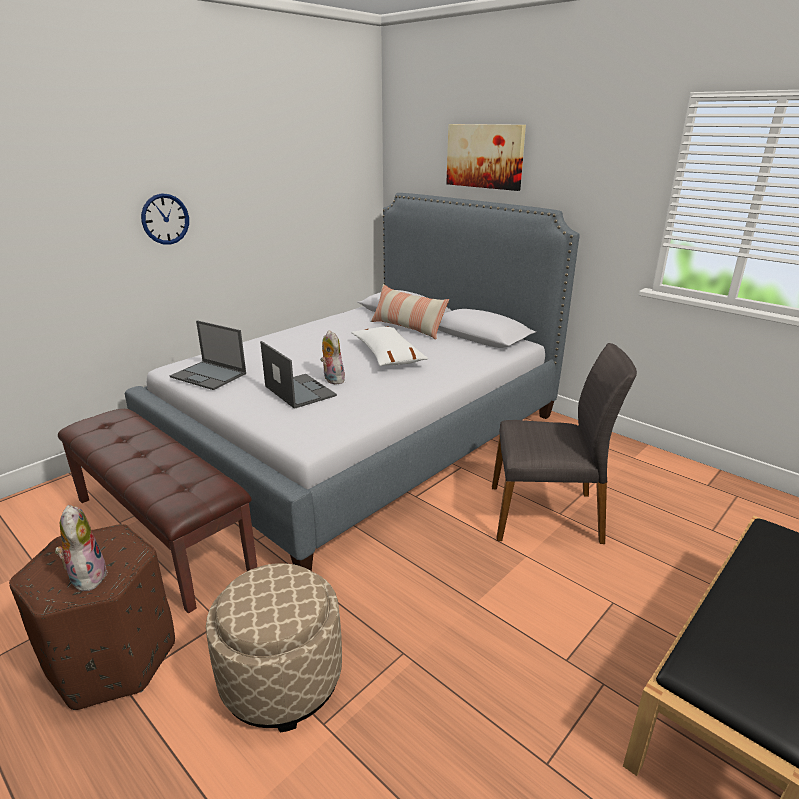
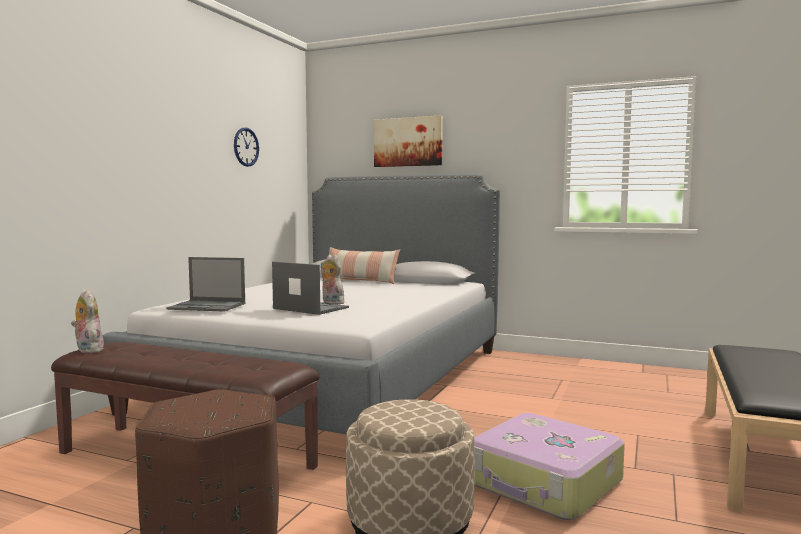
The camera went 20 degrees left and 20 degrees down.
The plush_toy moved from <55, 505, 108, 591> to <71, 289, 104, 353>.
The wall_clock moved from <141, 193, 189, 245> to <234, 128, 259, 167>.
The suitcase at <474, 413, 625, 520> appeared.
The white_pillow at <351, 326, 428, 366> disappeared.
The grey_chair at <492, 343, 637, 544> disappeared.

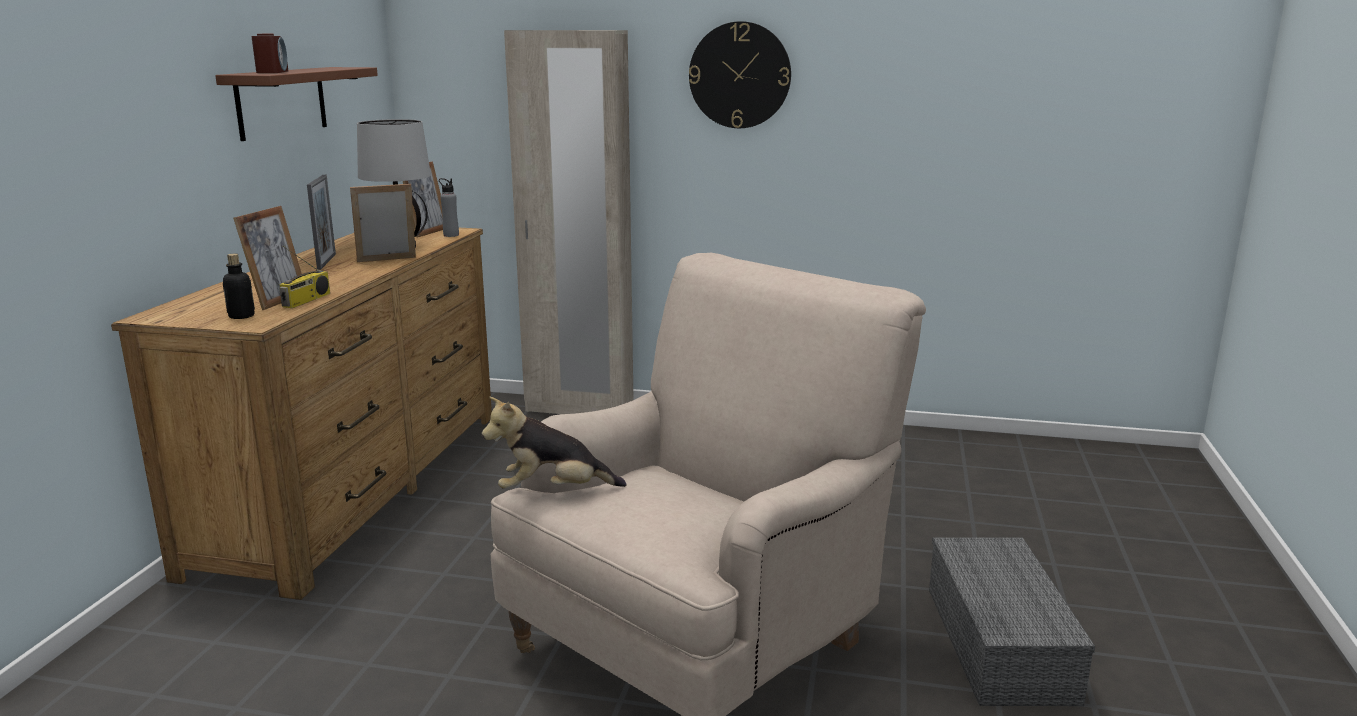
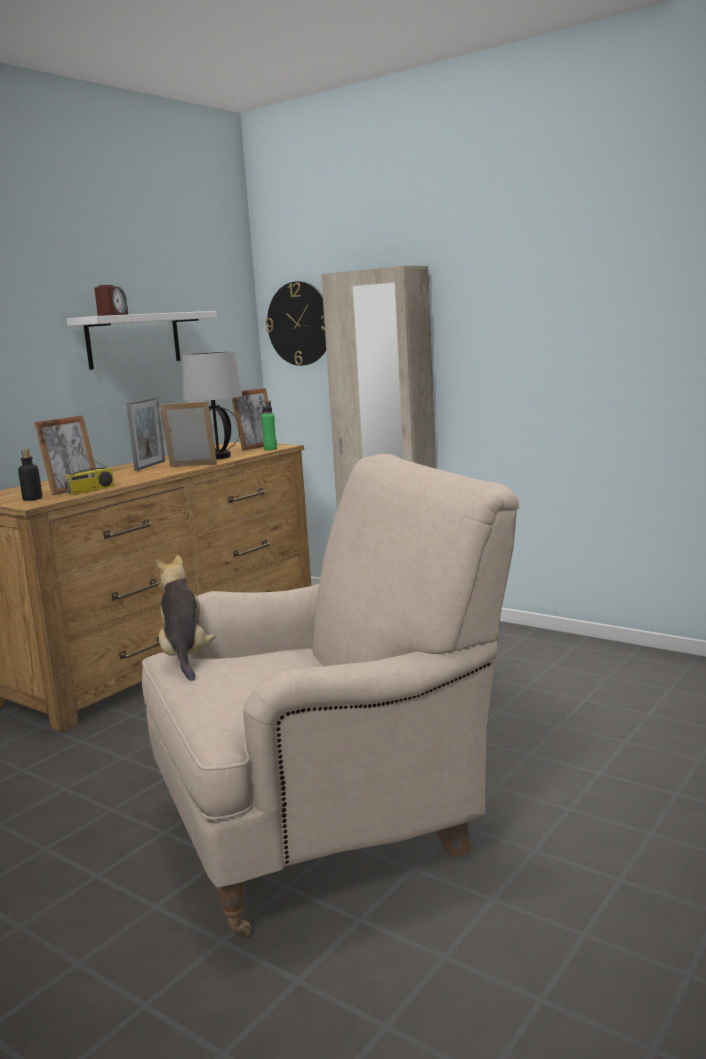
The camera went 25 degrees right and 5 degrees down.
The brown_shelf at <215, 67, 378, 141> became the white_shelf at <67, 311, 217, 370>.
The plush_toy at <482, 396, 627, 489> turned 60 degrees clockwise.
The grey_bottle at <439, 178, 459, 237> became the green_bottle at <260, 401, 277, 451>.
The wall_clock moved from <689, 21, 791, 128> to <266, 281, 326, 366>.
The grey_storage_box at <929, 537, 1095, 706> disappeared.

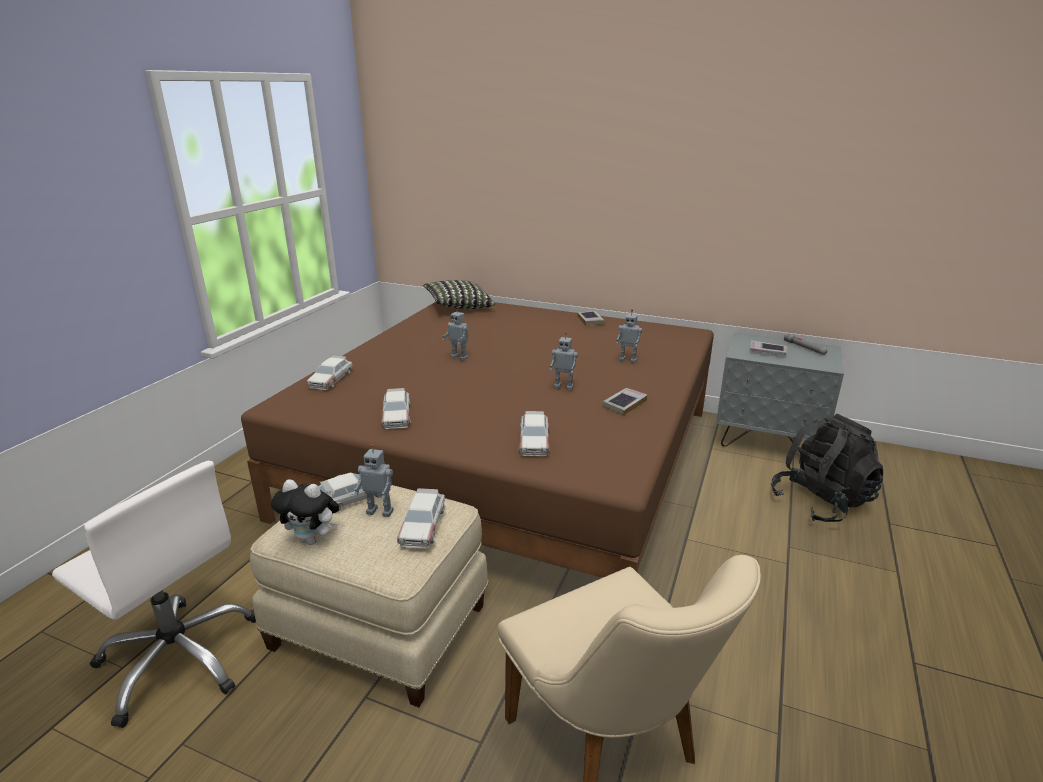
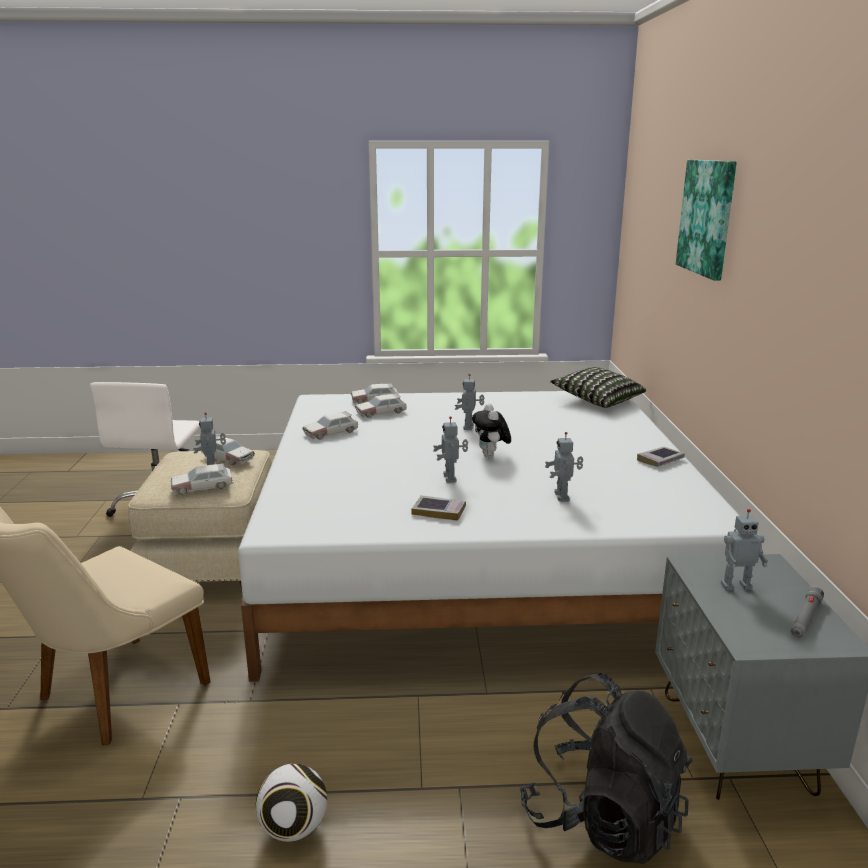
The camera went 65 degrees right and 5 degrees down.
The brown_bed at <241, 302, 714, 578> became the white_bed at <238, 391, 758, 682>.
The football at <256, 764, 327, 842> appeared.
The toy_car moved from <518, 411, 550, 456> to <355, 393, 407, 418>.
The plush_toy moved from <271, 479, 339, 545> to <472, 404, 511, 457>.
The picture at <676, 160, 737, 280> appeared.
The book at <750, 340, 787, 356> was replaced by the toy_robot at <721, 509, 768, 591>.

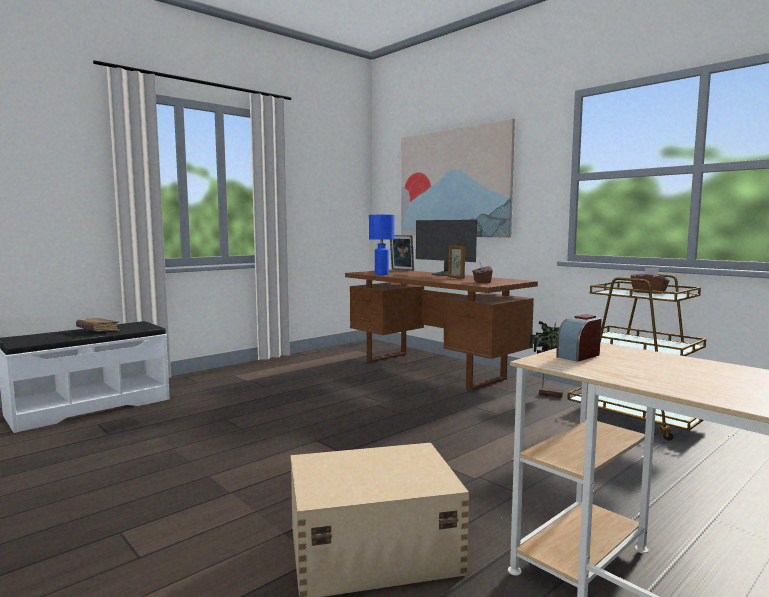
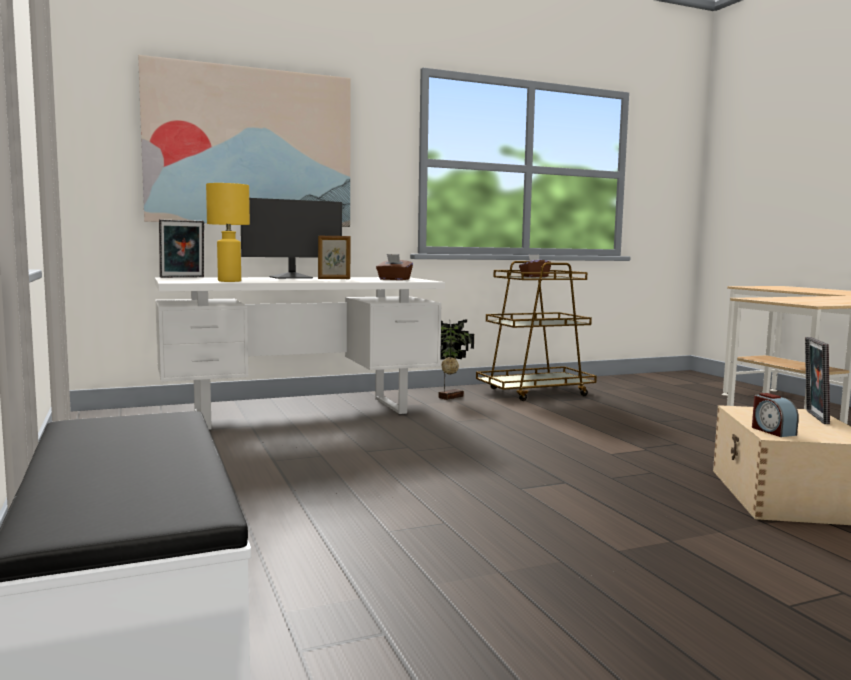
The camera went 70 degrees left and 0 degrees up.
The brown_desk at <345, 269, 538, 391> became the white_desk at <155, 277, 445, 430>.
The blue_table_lamp at <369, 215, 395, 275> became the yellow_table_lamp at <206, 183, 250, 282>.
The alarm_clock moved from <556, 314, 602, 362> to <752, 393, 799, 437>.
The picture_frame at <805, 337, 830, 424> appeared.
The brown_book at <76, 318, 120, 331> disappeared.

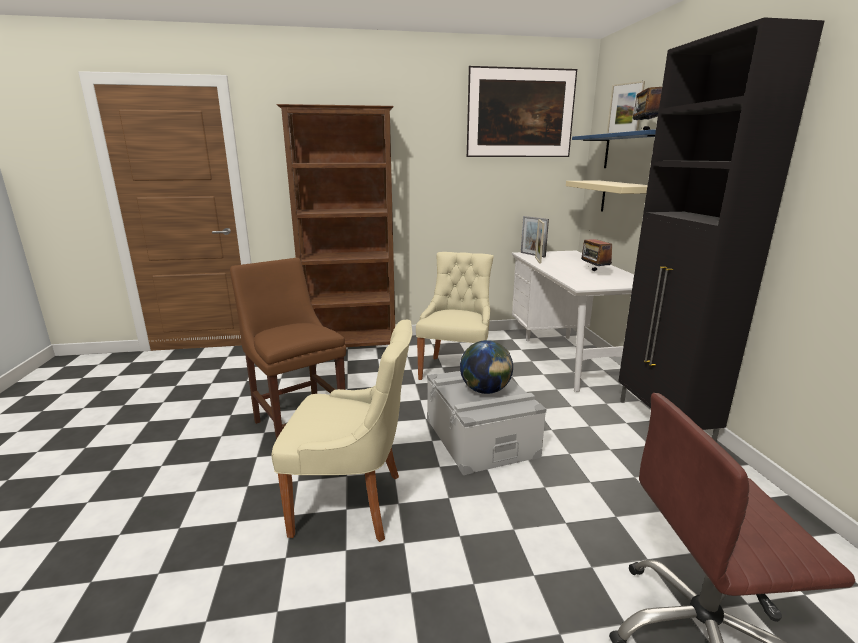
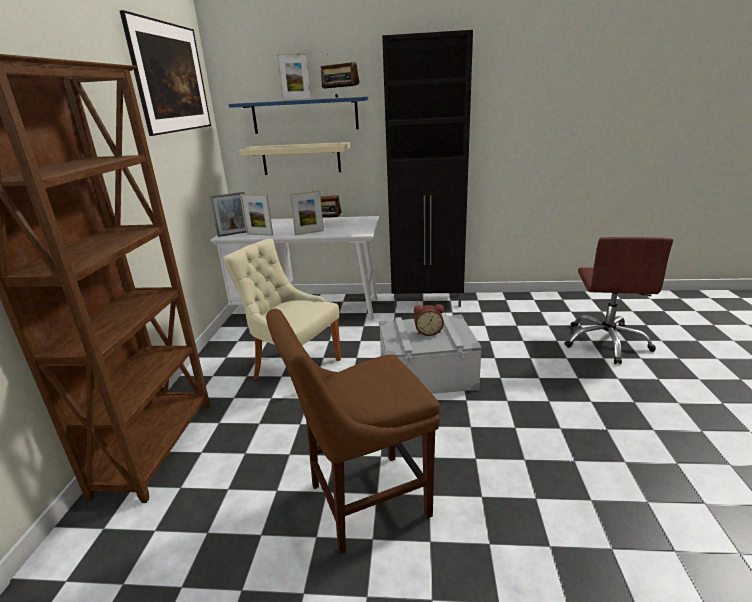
The camera went 75 degrees left and 5 degrees up.
The picture_frame at <290, 190, 324, 235> appeared.
The globe at <460, 340, 513, 394> was replaced by the alarm_clock at <414, 304, 444, 336>.
The beige_chair at <272, 320, 412, 542> disappeared.

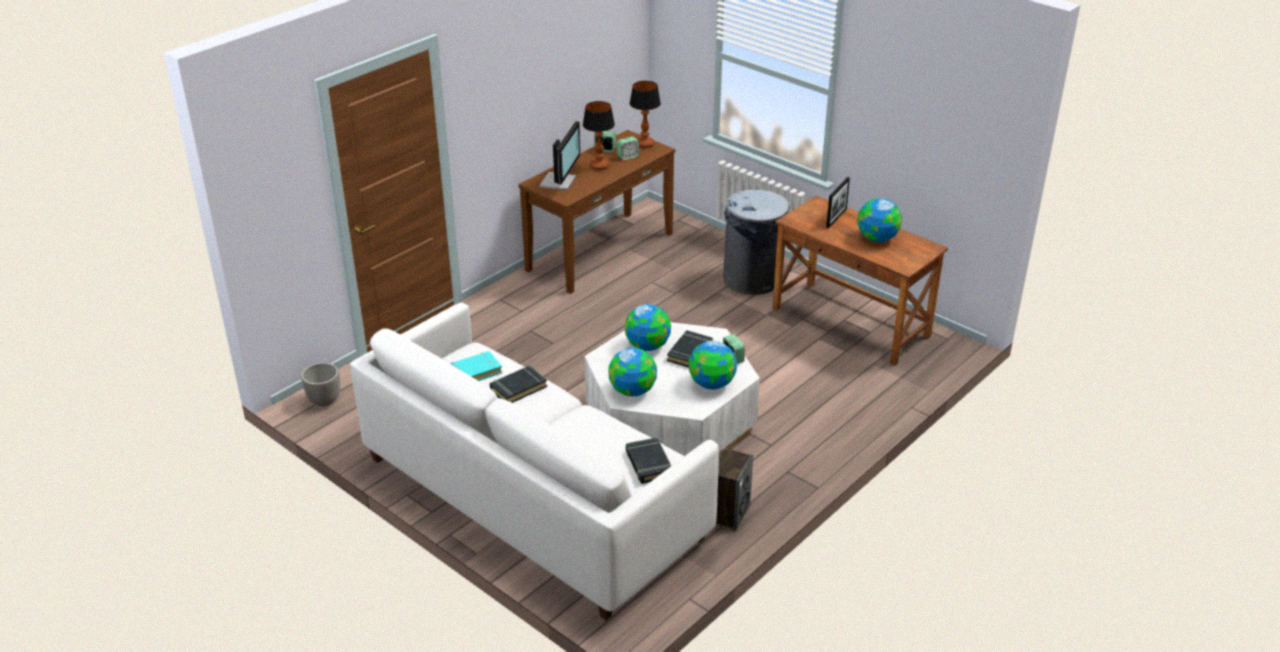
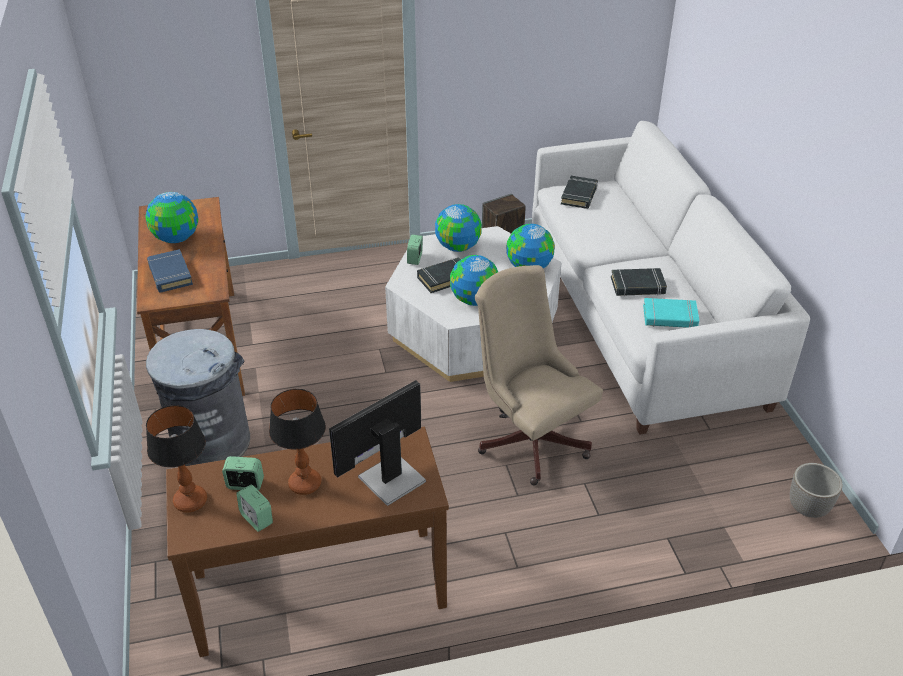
The camera went 145 degrees left and 5 degrees up.
The picture_frame at <826, 177, 850, 228> was replaced by the blue_book at <147, 249, 193, 293>.
The beige_office_chair at <475, 265, 603, 485> appeared.

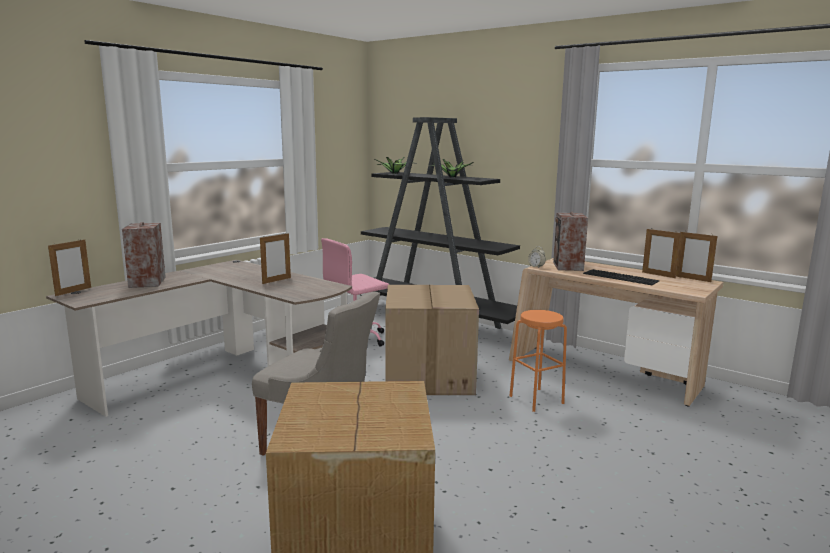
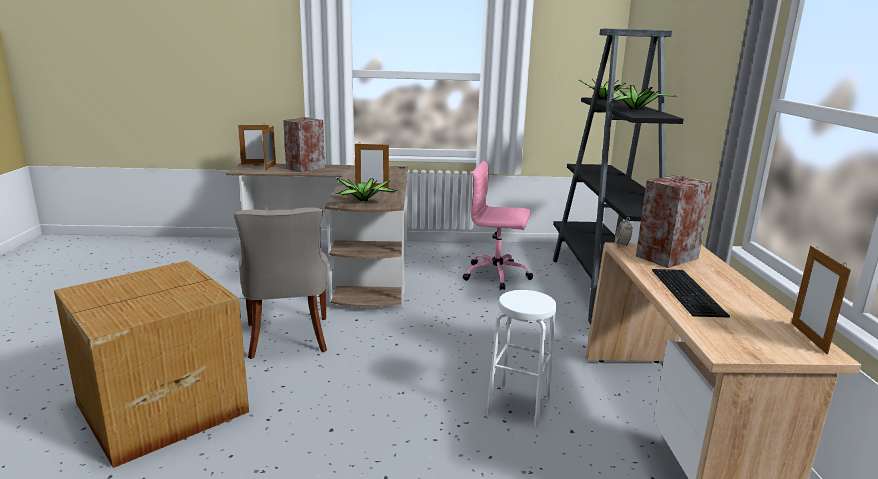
The camera went 50 degrees right and 5 degrees up.
The picture_frame moved from <642, 229, 681, 278> to <262, 126, 276, 171>.
The potted_plant at <336, 178, 397, 202> appeared.
The orange_stool at <509, 310, 567, 412> became the white_stool at <486, 290, 556, 428>.
The cardboard_box at <385, 285, 479, 395> disappeared.

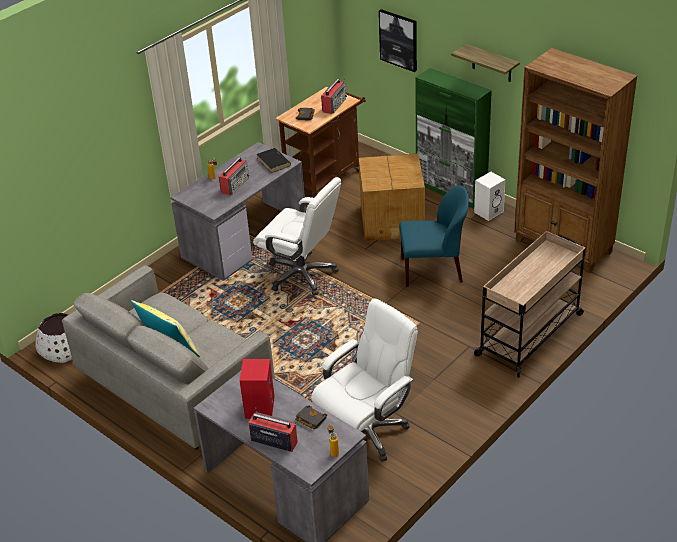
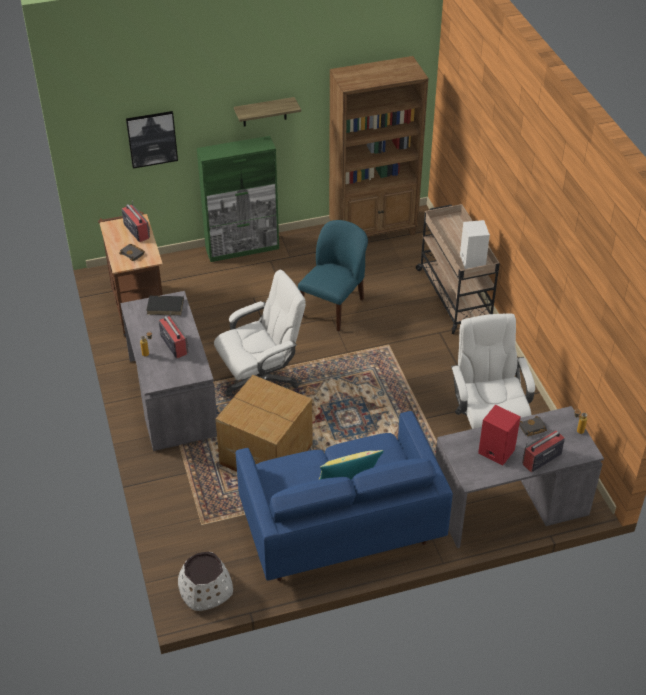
The camera went 60 degrees left and 5 degrees up.
The cardboard_box moved from <359, 153, 425, 241> to <215, 375, 313, 472>.
The grey_sofa at <62, 265, 275, 450> became the blue_sofa at <236, 411, 453, 581>.
The white_speaker moved from <474, 172, 506, 221> to <460, 220, 490, 269>.

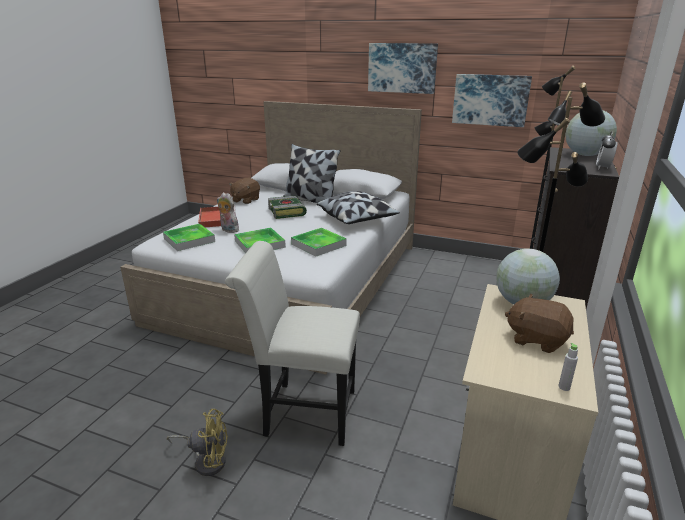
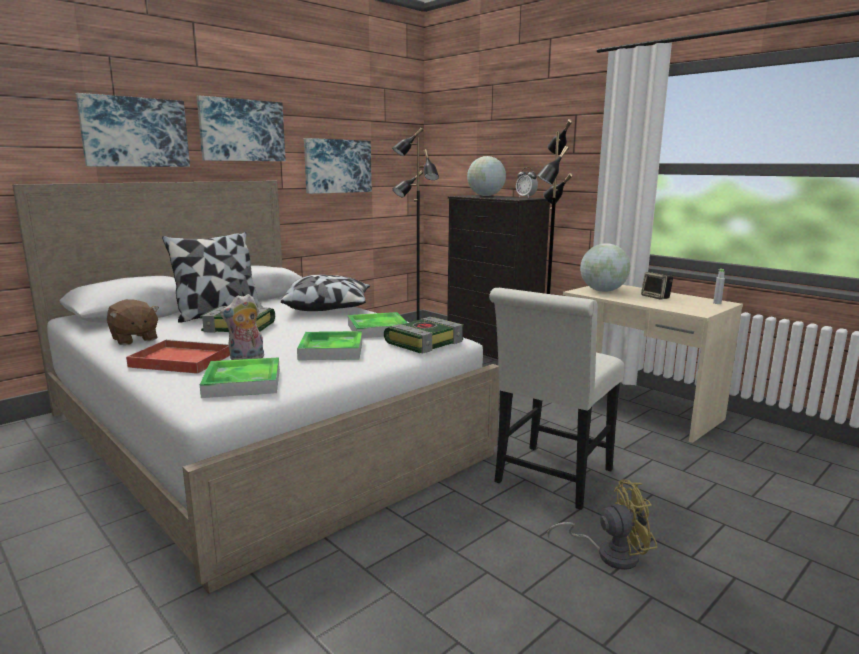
The camera went 65 degrees left and 10 degrees down.
The picture at <76, 93, 190, 167> appeared.
The book at <384, 317, 464, 354> appeared.
The yellow_fan at <167, 409, 228, 476> turned 60 degrees clockwise.
The brown_plush_toy at <505, 294, 574, 353> was replaced by the speaker at <641, 272, 673, 299>.

